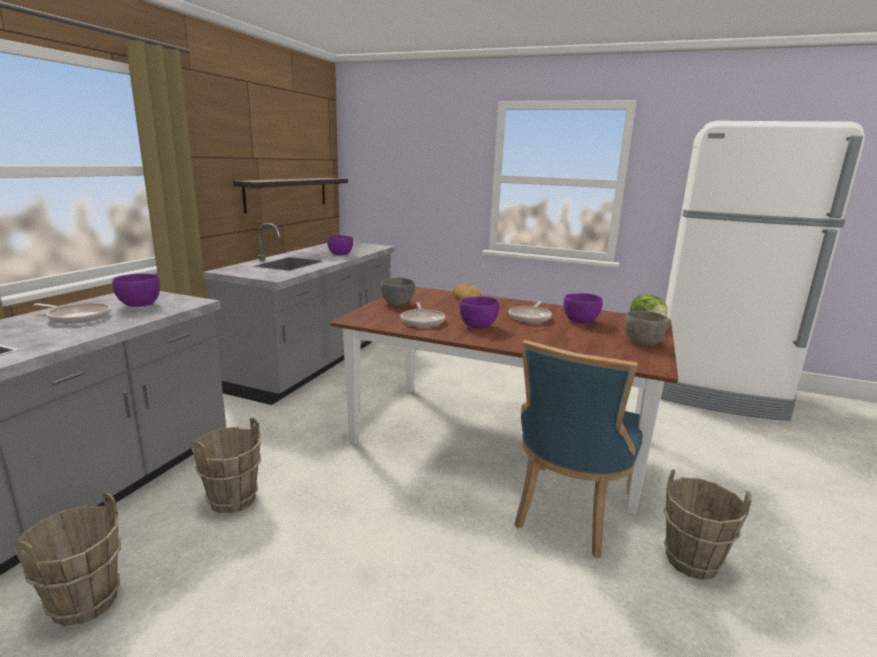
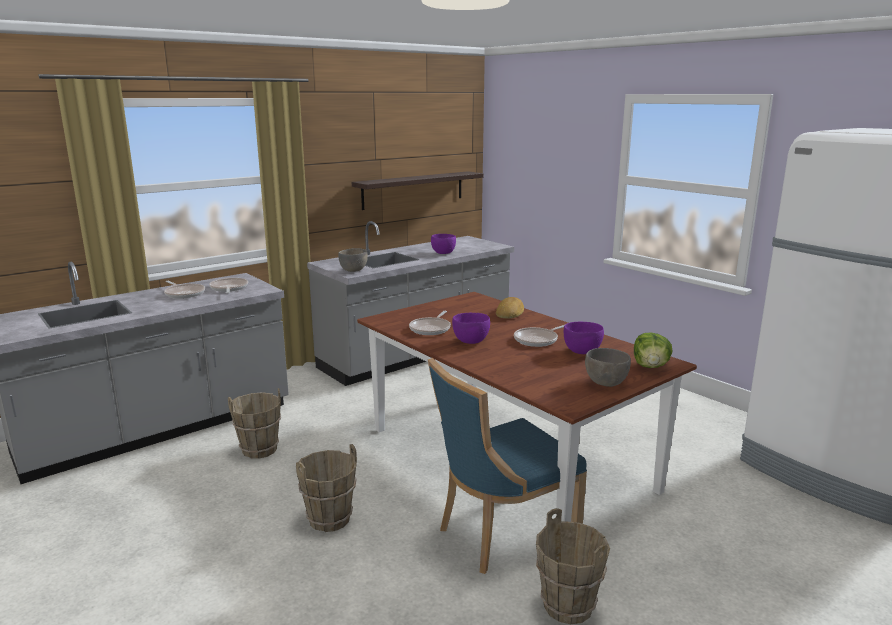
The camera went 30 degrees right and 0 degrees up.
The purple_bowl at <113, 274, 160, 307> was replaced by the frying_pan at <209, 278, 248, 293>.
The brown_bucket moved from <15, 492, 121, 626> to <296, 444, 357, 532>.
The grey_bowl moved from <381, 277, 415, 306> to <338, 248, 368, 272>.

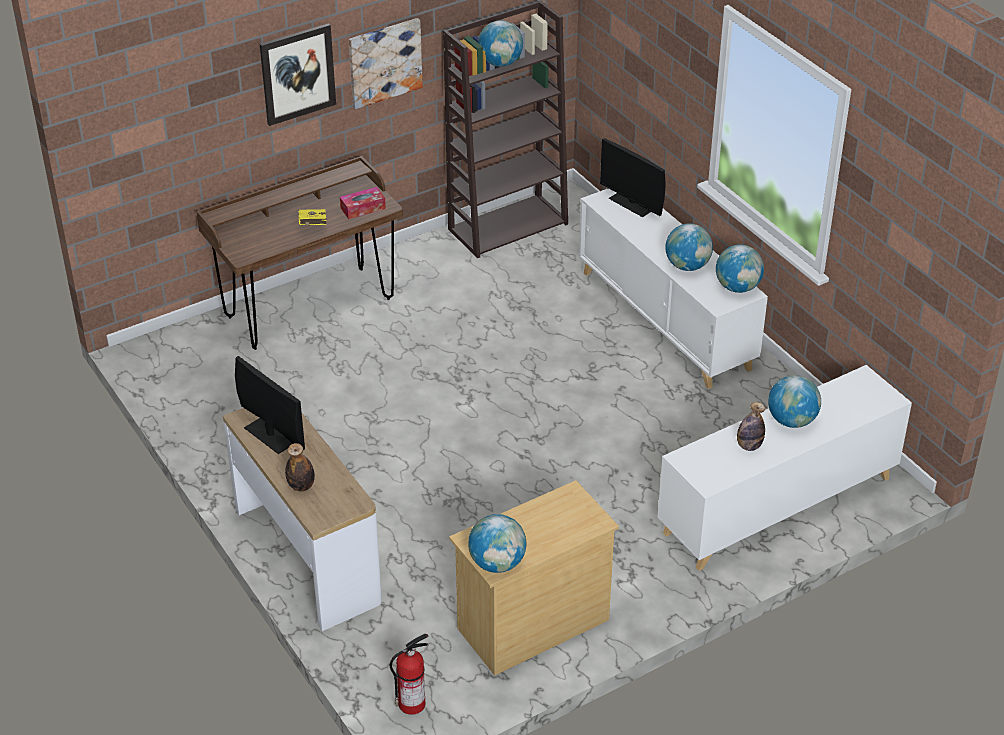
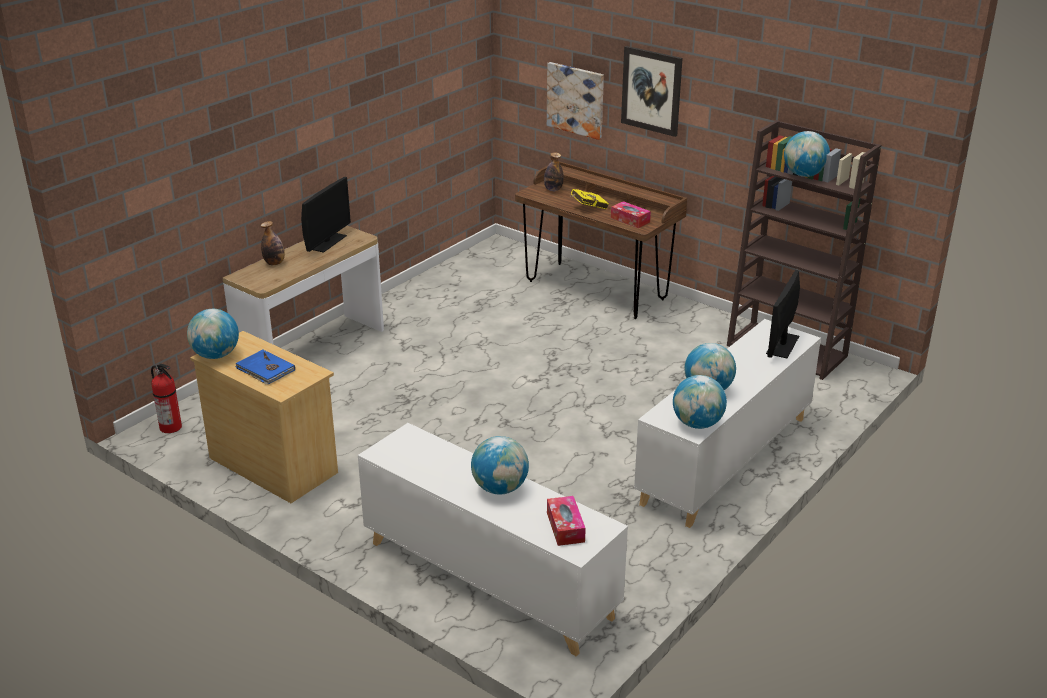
The camera went 70 degrees right and 10 degrees down.
The blue_book at <235, 349, 295, 384> appeared.
The bottle moved from <737, 402, 765, 451> to <544, 152, 564, 191>.
The picture moved from <349, 18, 423, 109> to <547, 62, 604, 140>.
The tissue_box at <547, 496, 586, 546> appeared.

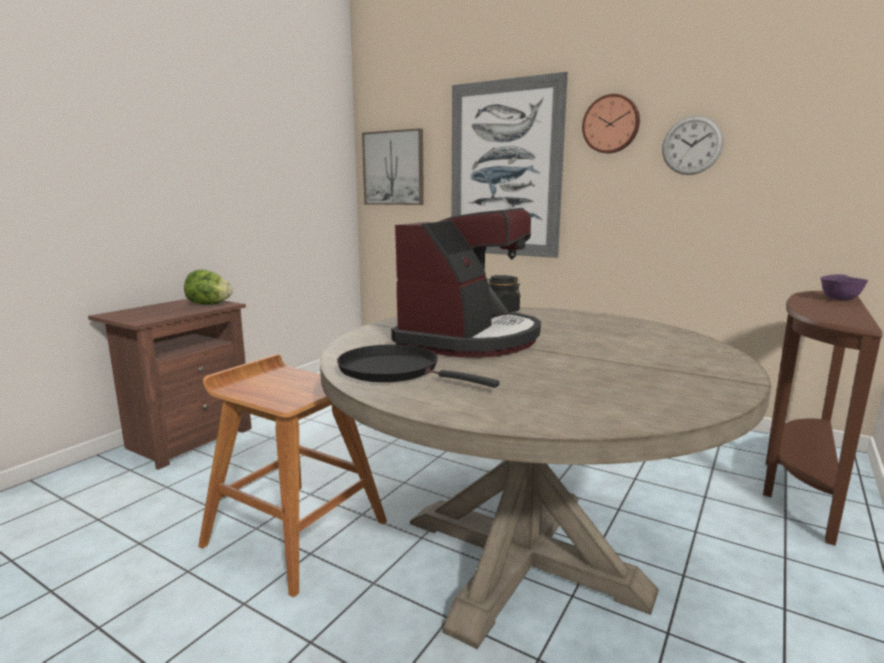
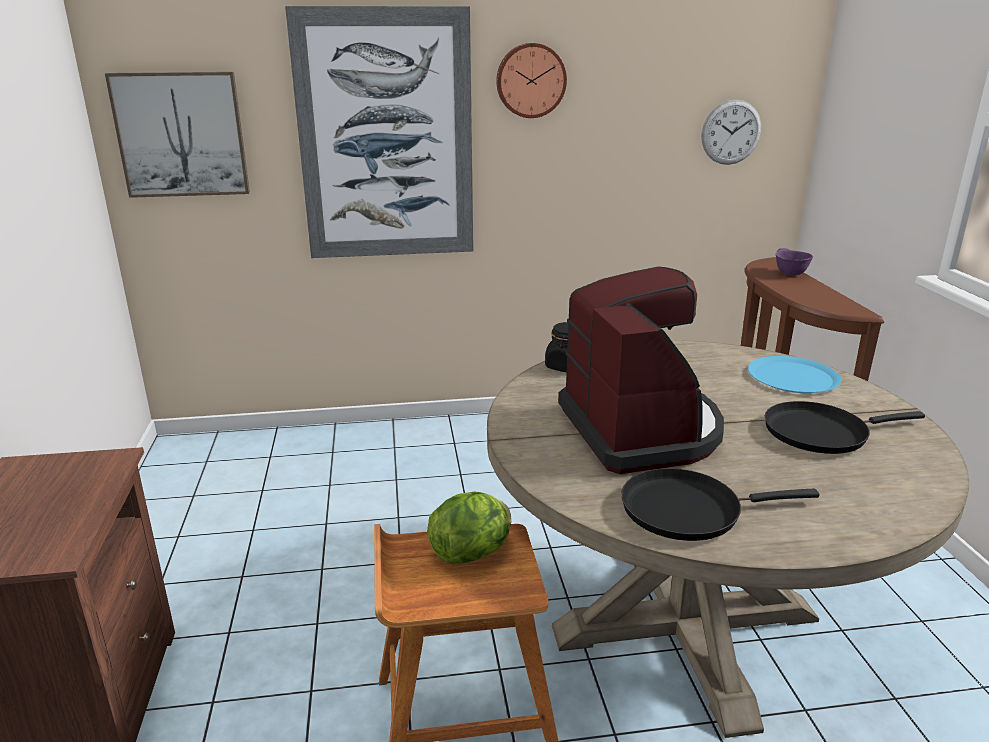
The camera went 40 degrees left and 10 degrees up.
The lettuce moved from <184, 269, 233, 305> to <427, 492, 512, 564>.
The wall_clock moved from <662, 116, 723, 175> to <702, 100, 761, 165>.
The blue_plate at <748, 356, 841, 393> appeared.
The black_frying_pan at <765, 401, 925, 454> appeared.

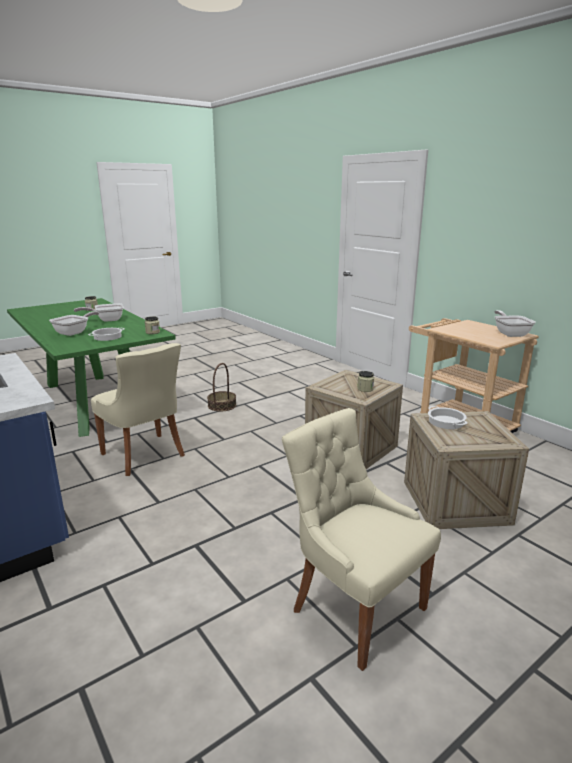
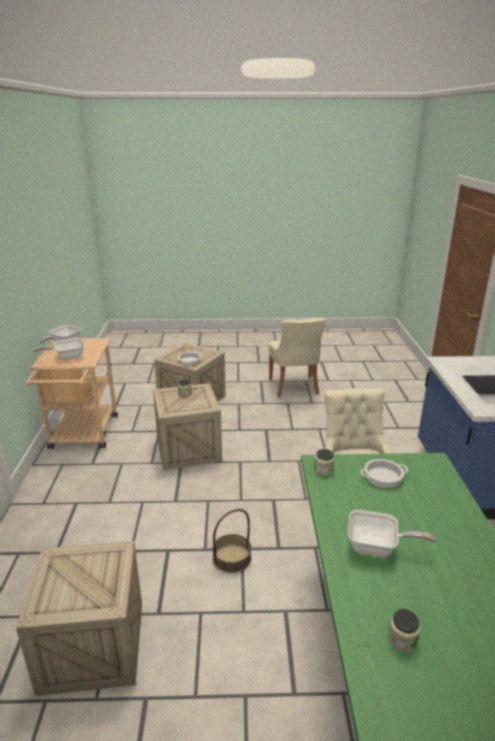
The camera went 145 degrees left and 5 degrees up.
The crate at <16, 541, 142, 696> appeared.
The frying_pan moved from <49, 311, 99, 336> to <33, 338, 84, 360>.

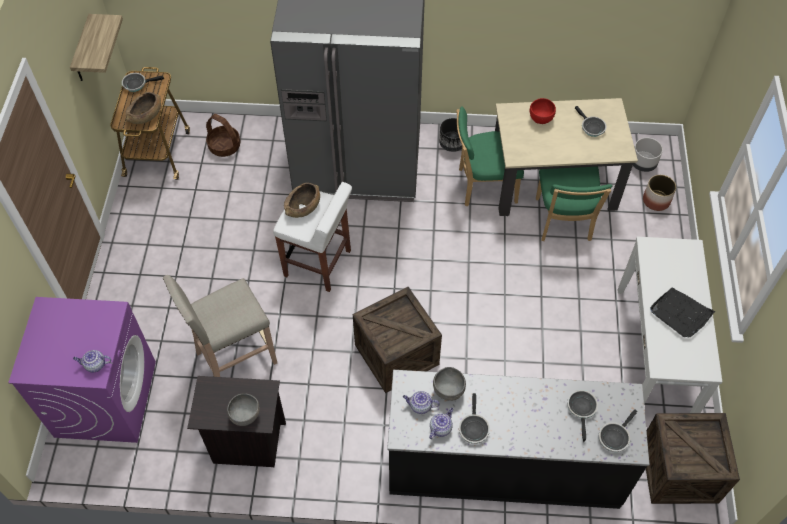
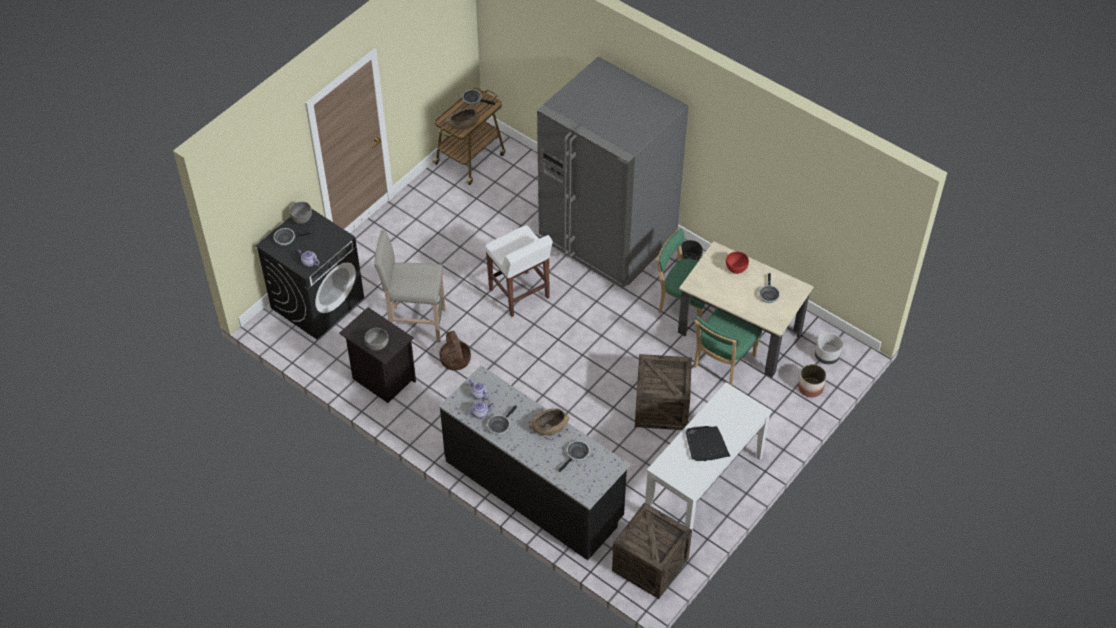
The camera went 35 degrees right and 5 degrees down.
The purple_washing_machine at <8, 297, 156, 443> became the black_washing_machine at <256, 209, 364, 340>.
The frying_pan moved from <599, 410, 637, 452> to <274, 228, 311, 246>.
The grey_bowl moved from <433, 367, 466, 401> to <289, 202, 312, 224>.
The basket moved from <206, 114, 240, 157> to <439, 331, 471, 371>.
The brown_bowl moved from <284, 183, 320, 218> to <529, 408, 570, 435>.
The crate moved from <353, 287, 442, 393> to <635, 354, 692, 430>.
The shelf at <70, 14, 123, 81> disappeared.

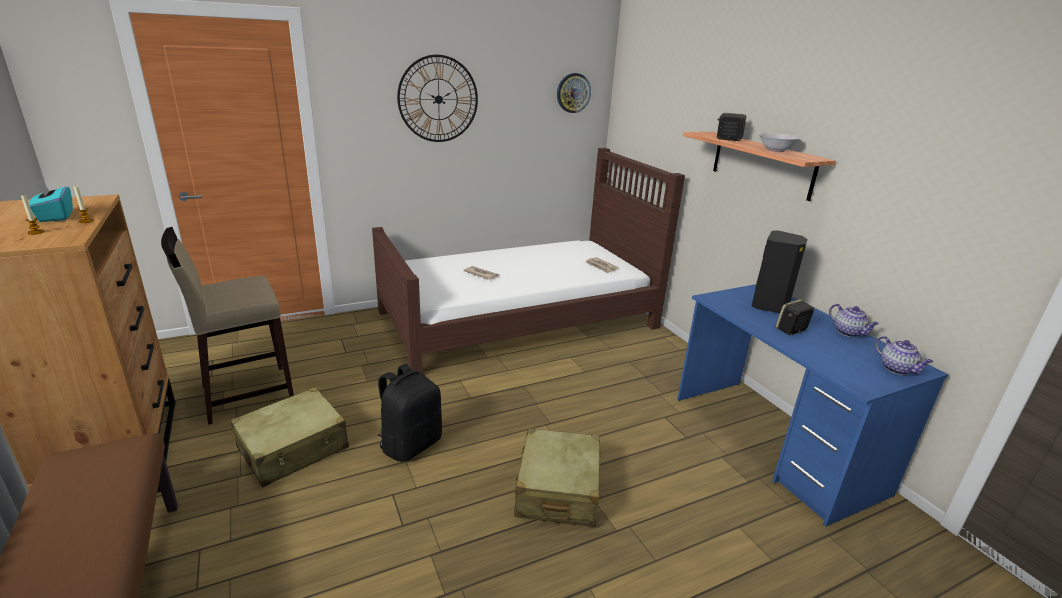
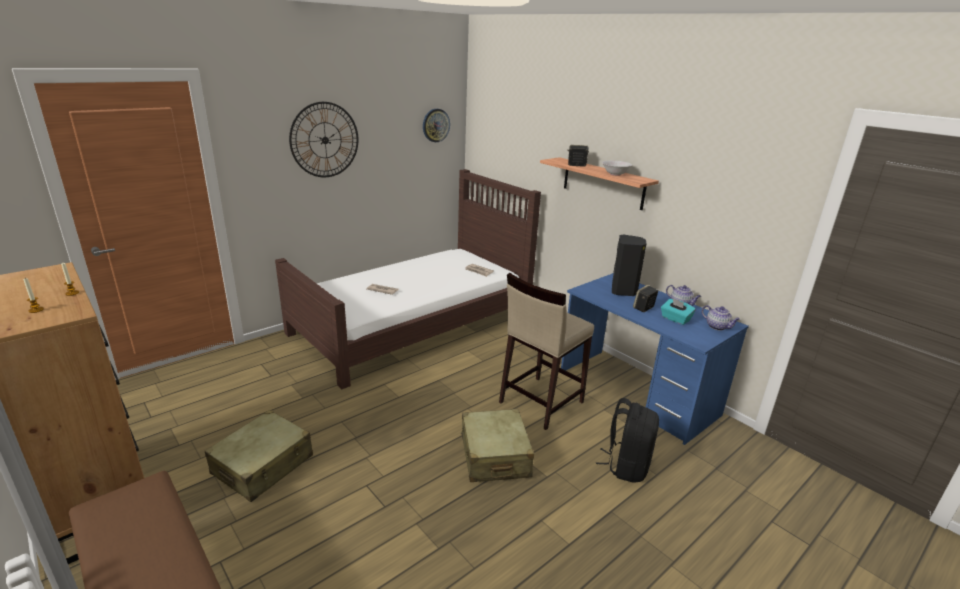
The camera went 15 degrees left and 0 degrees up.
The beige_stool moved from <161, 227, 294, 425> to <499, 273, 594, 430>.
The black_backpack moved from <377, 364, 442, 462> to <596, 398, 659, 482>.
The turquoise_tissue_box moved from <29, 180, 73, 222> to <661, 298, 696, 325>.

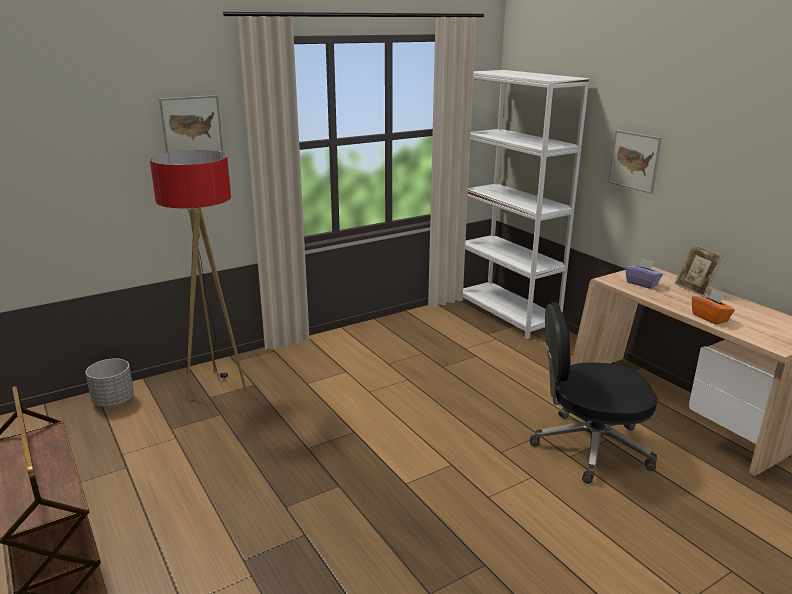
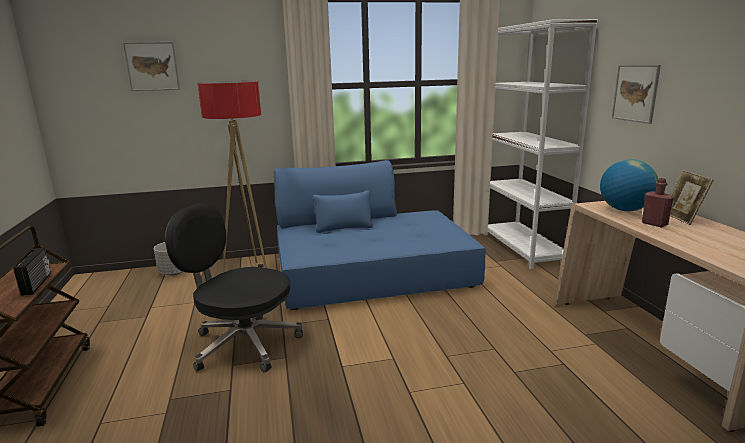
The camera went 20 degrees right and 5 degrees down.
The radio at <13, 247, 51, 296> appeared.
The picture moved from <159, 95, 224, 153> to <123, 42, 180, 91>.
The black_office_chair moved from <530, 302, 657, 483> to <165, 203, 303, 373>.
The blue_sofa at <274, 160, 486, 310> appeared.
The purple_tissue_box at <625, 258, 663, 289> was replaced by the globe at <600, 159, 658, 211>.
The red_bottle at <642, 178, 674, 227> appeared.
The orange_tissue_box at <692, 289, 735, 324> disappeared.

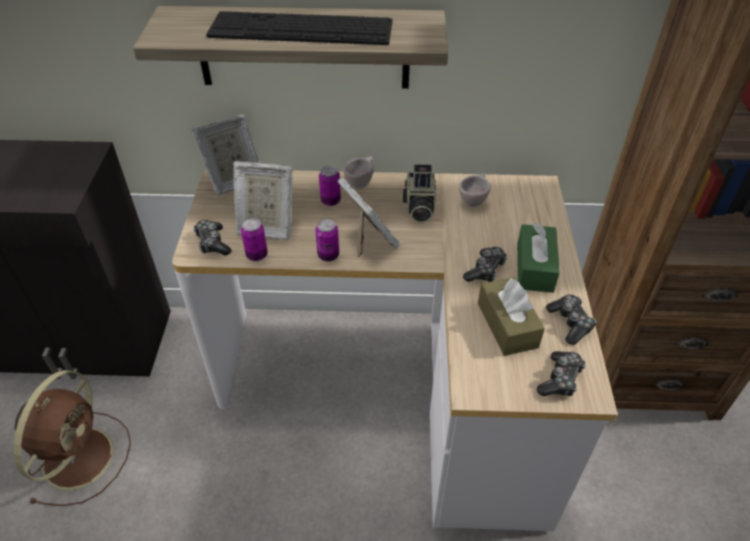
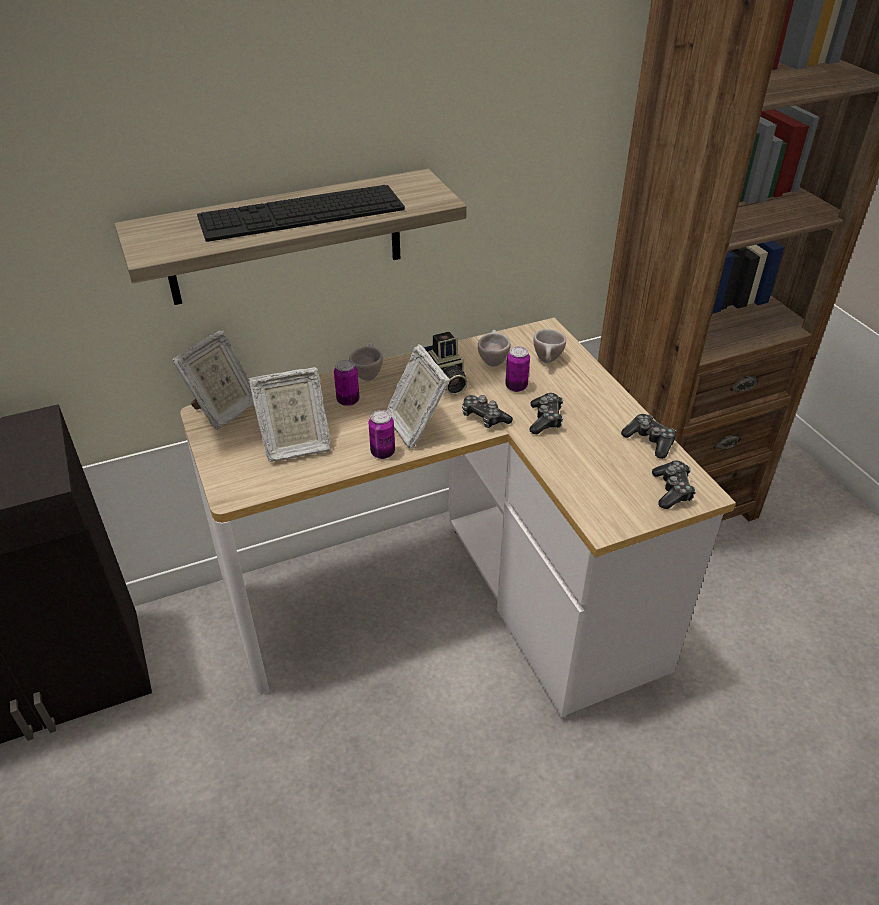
The camera went 25 degrees left and 5 degrees down.
The picture_frame at <337, 178, 400, 257> turned 150 degrees counterclockwise.
The game_controller moved from <193, 220, 231, 256> to <462, 395, 513, 428>.
The can moved from <241, 219, 268, 261> to <505, 346, 530, 392>.
The beige_cup at <533, 329, 566, 363> appeared.
The brown_fan at <14, 370, 131, 506> disappeared.
The brown_tissue_box at <478, 277, 545, 356> disappeared.
The green_tissue_box at <517, 223, 560, 293> disappeared.

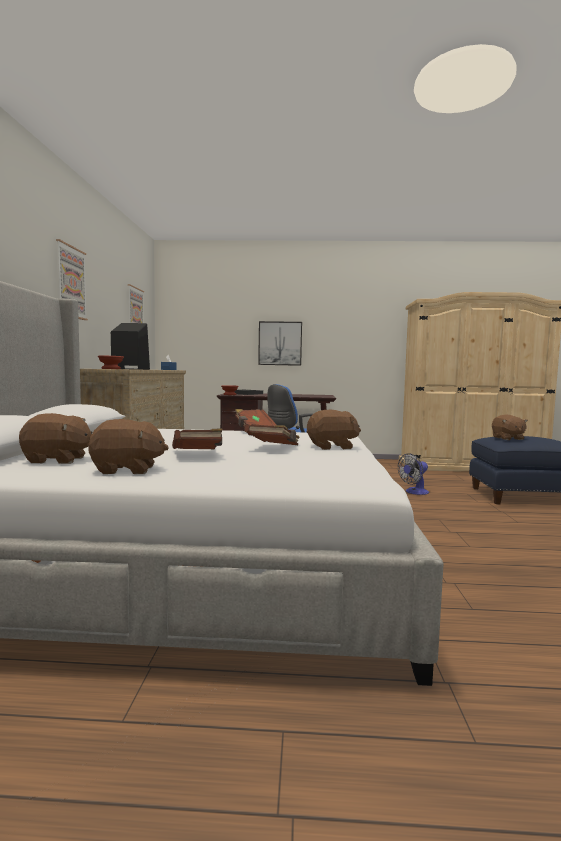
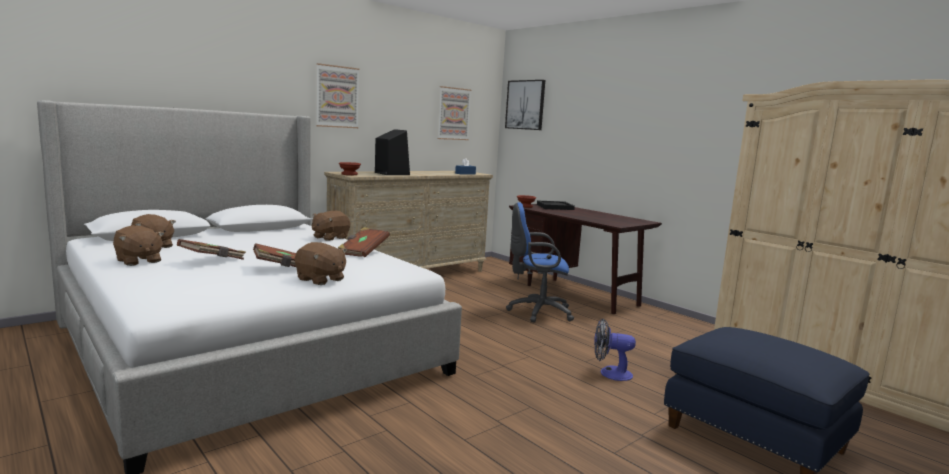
The camera went 45 degrees right and 5 degrees up.
The brown_plush_toy moved from <492, 415, 528, 440> to <312, 211, 350, 241>.
The picture moved from <258, 321, 302, 366> to <505, 80, 545, 130>.

